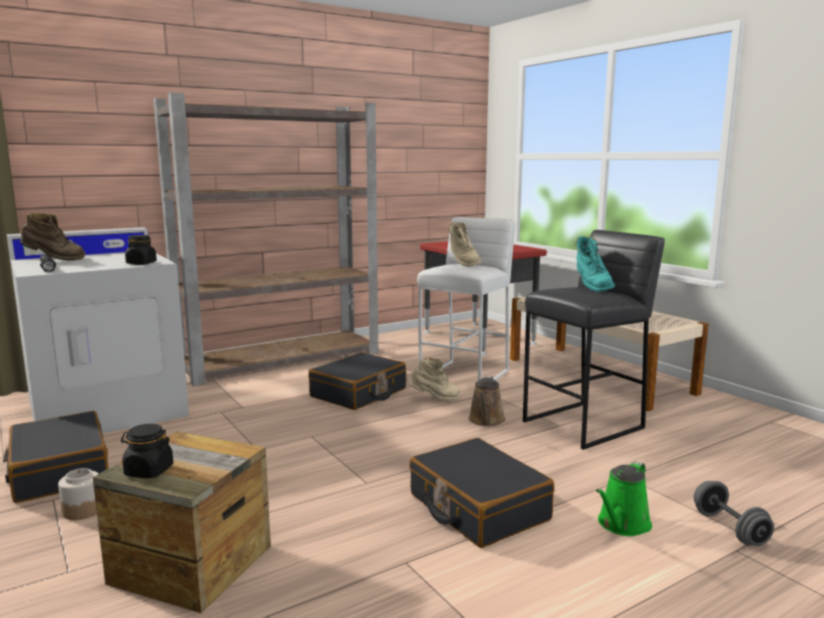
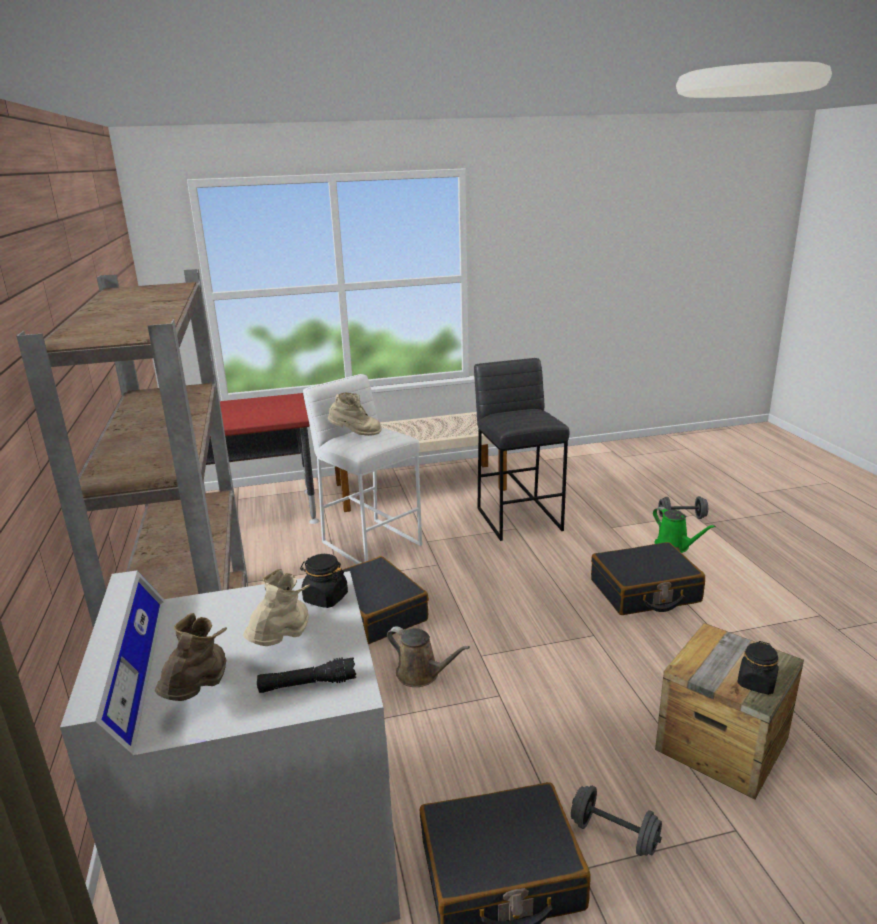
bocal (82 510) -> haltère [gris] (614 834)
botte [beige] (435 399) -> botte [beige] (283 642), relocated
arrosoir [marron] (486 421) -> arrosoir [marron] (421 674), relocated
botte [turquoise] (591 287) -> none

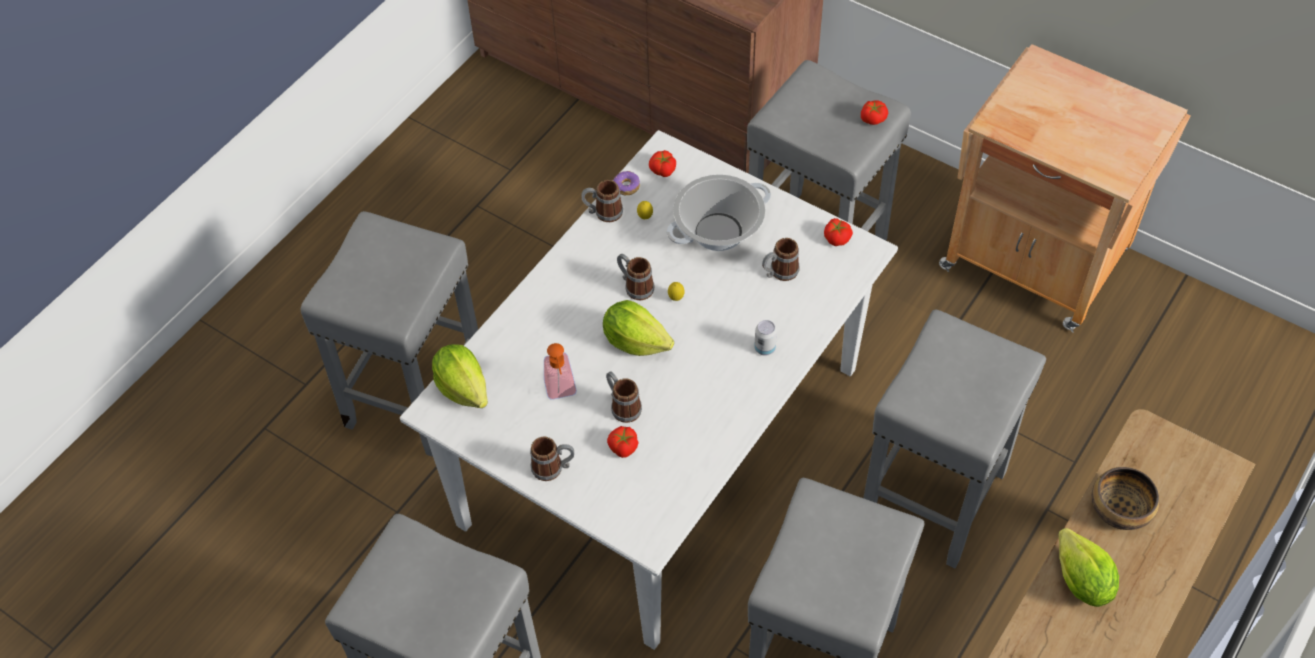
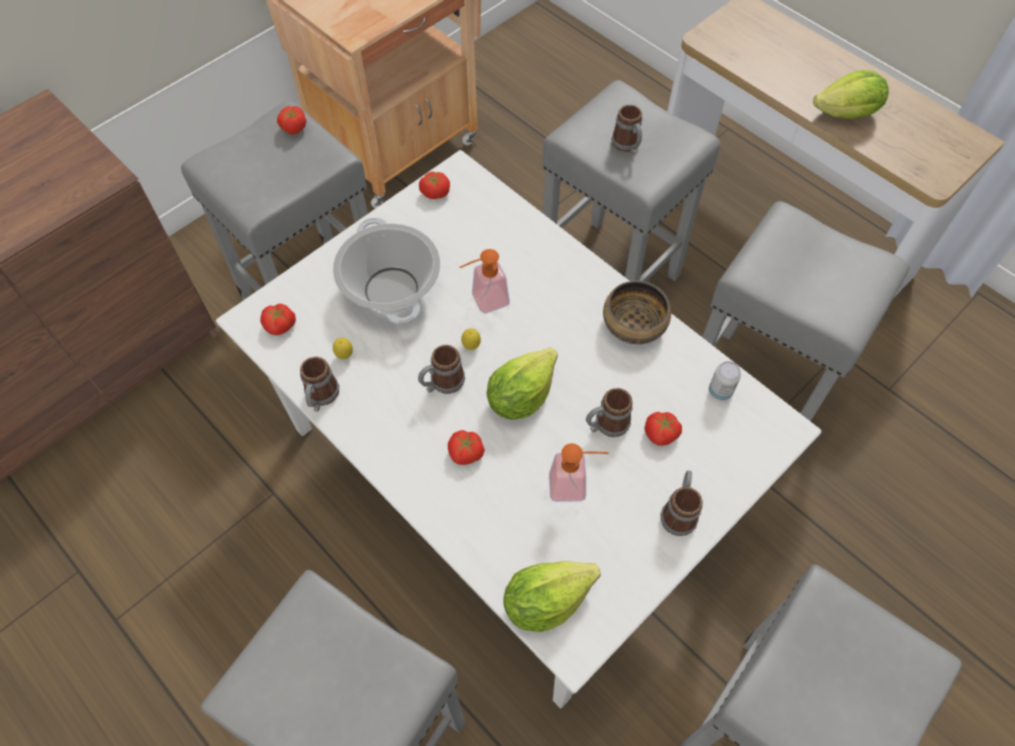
beignet (626 186) -> none
boîte métallique (764 348) -> boîte métallique (720 391), relocated
mug (779 272) -> mug (628 146), relocated
bol (1119 508) -> bol (633 325), relocated
none -> tomate (466 453)
none -> distributeur de savon (484 301)

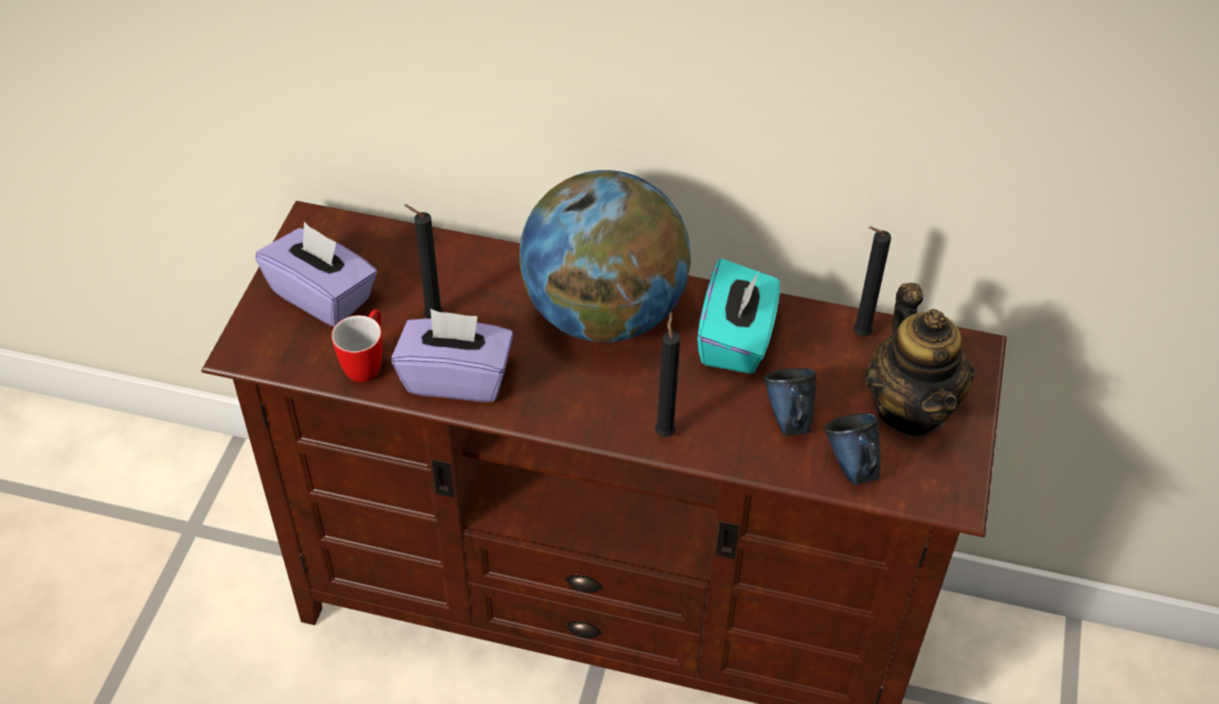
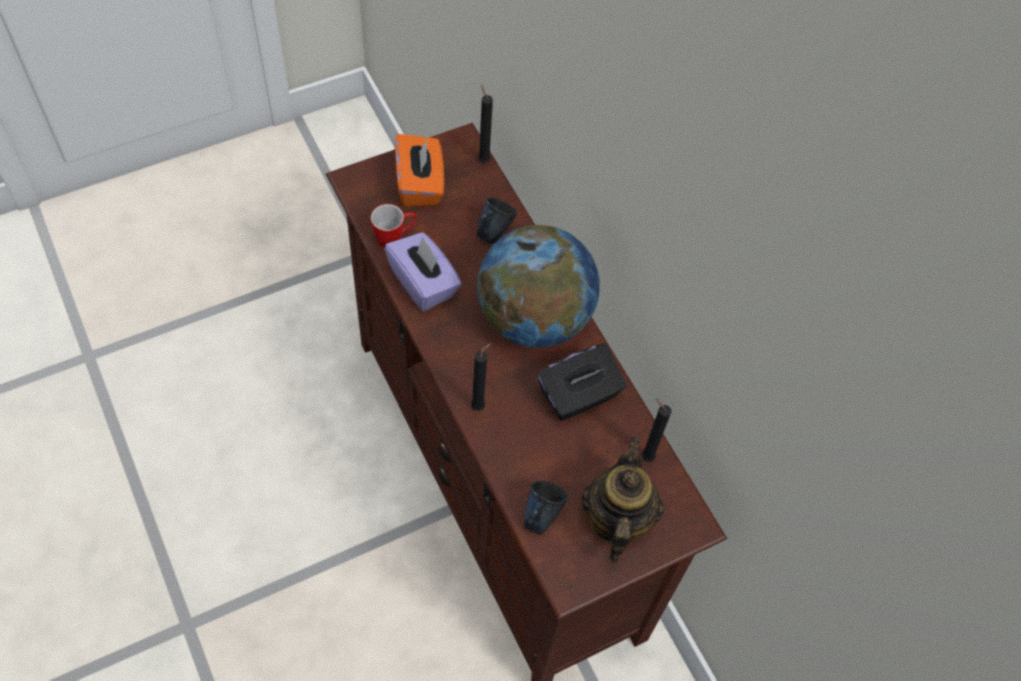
boîte à mouchoirs [violet] (323 295) -> boîte à mouchoirs [orange] (420 184)
bougie [noir] (430 316) -> bougie [noir] (482 159), relocated
boîte à mouchoirs [turquoise] (736 340) -> boîte à mouchoirs [noir] (579 396)
mug [bleu] (788 421) -> mug [bleu] (493 233), relocated
théière (911 407) -> théière (616 520), 150 degrees clockwise

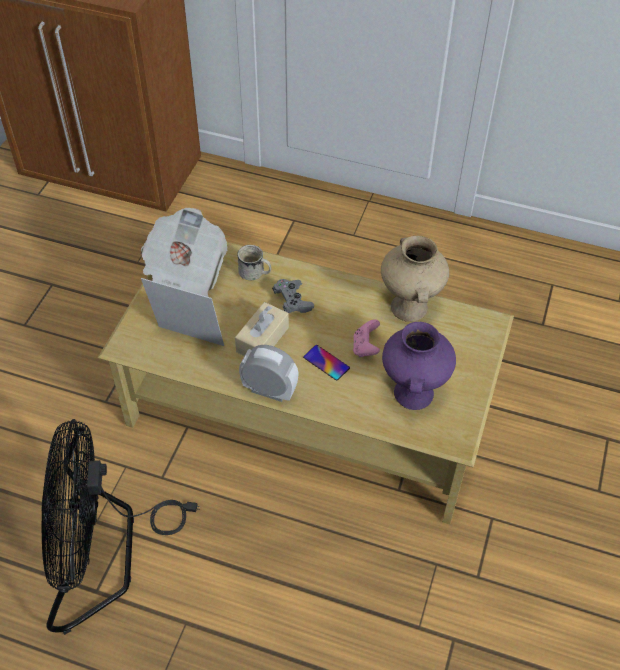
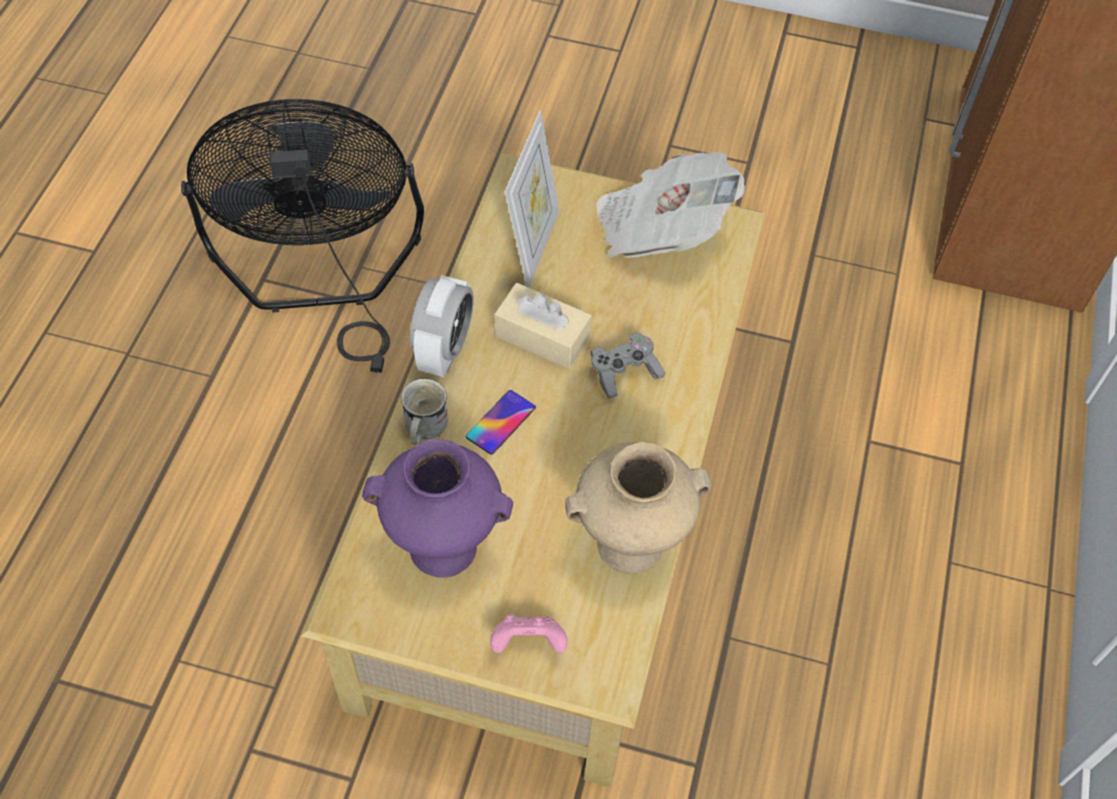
mug [blanc] (255 274) -> mug [blanc] (423 429), relocated
manette [rose] (365 347) -> manette [rose] (528 643), relocated

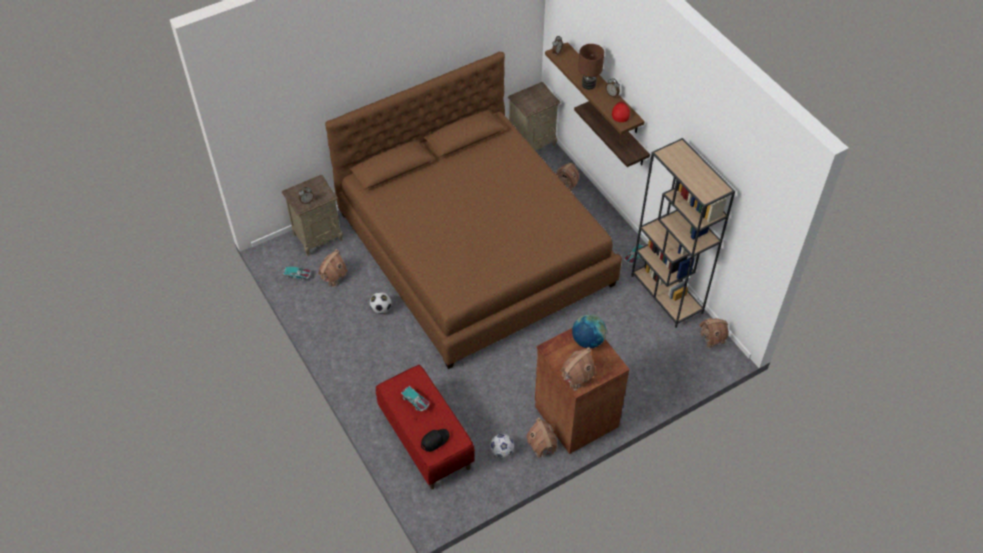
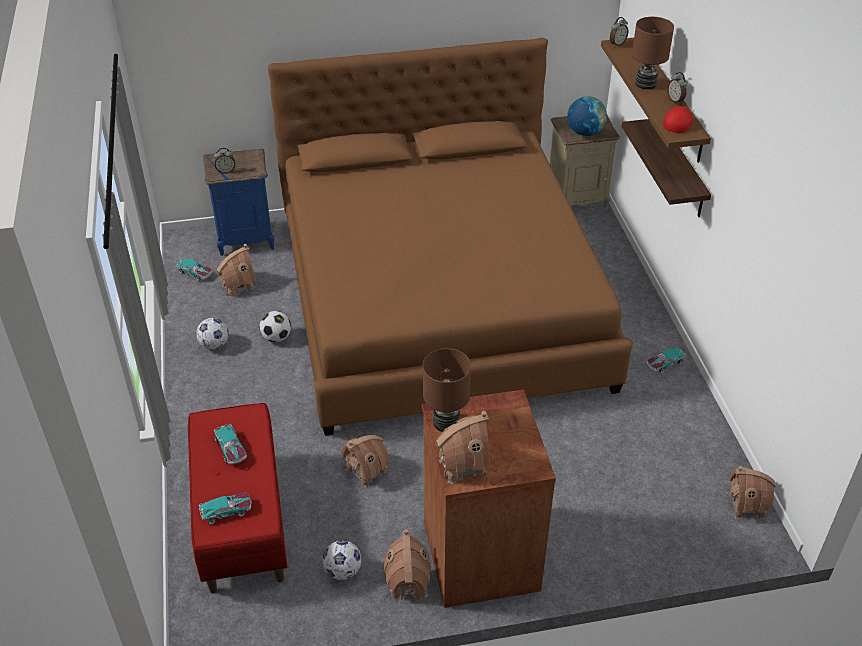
table de chevet [beige] (318 237) -> table de chevet [bleu] (246 239)
casquette [noir] (435 440) -> petite voiture (226 511)
maison miniature (566 184) -> maison miniature (366 470), relocated
globe (588 340) -> globe (585 133), relocated
bibliothèque (667 294) -> none
none -> ballon de foot (214 345)
none -> lampe de table [marron] (446 422)

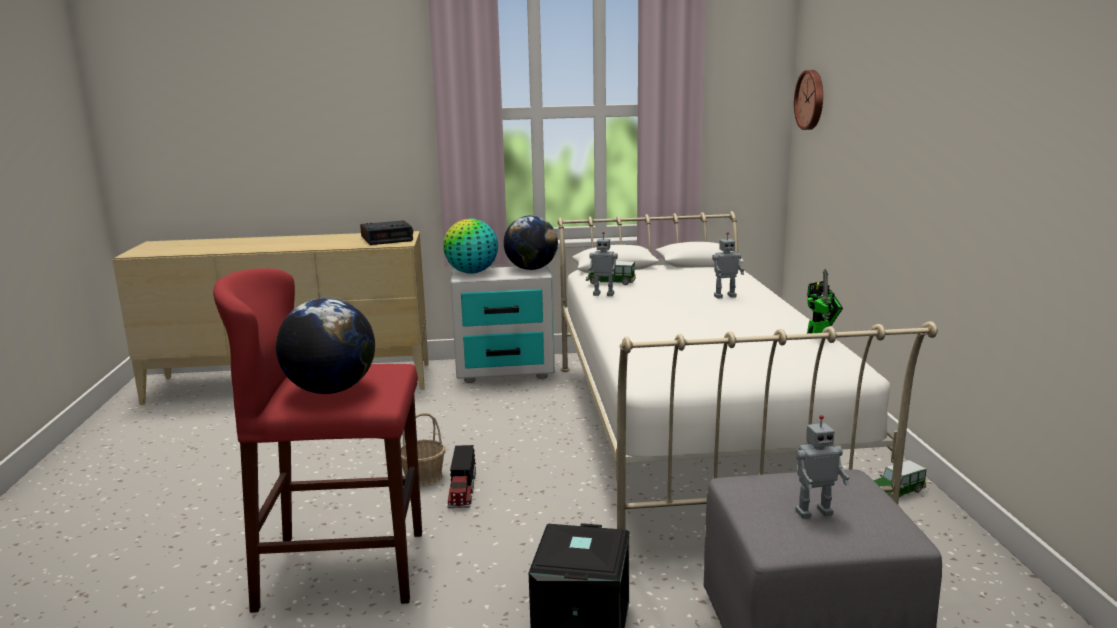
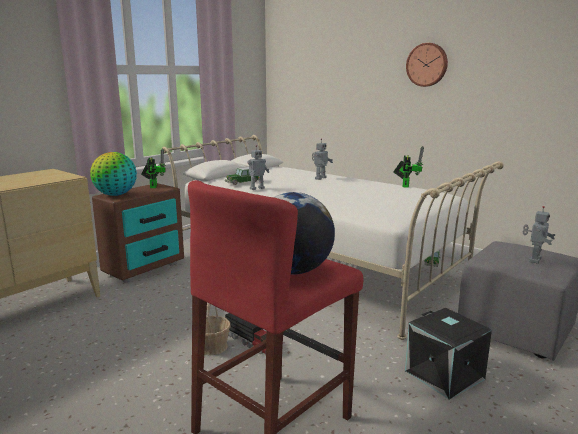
réveil (387 239) -> none
table de chevet [blanc] (505 375) -> table de chevet [marron] (145 270)
globe (531 269) -> robot jouet (154 186)
horloge murale (811 100) -> horloge murale (427 65), relocated

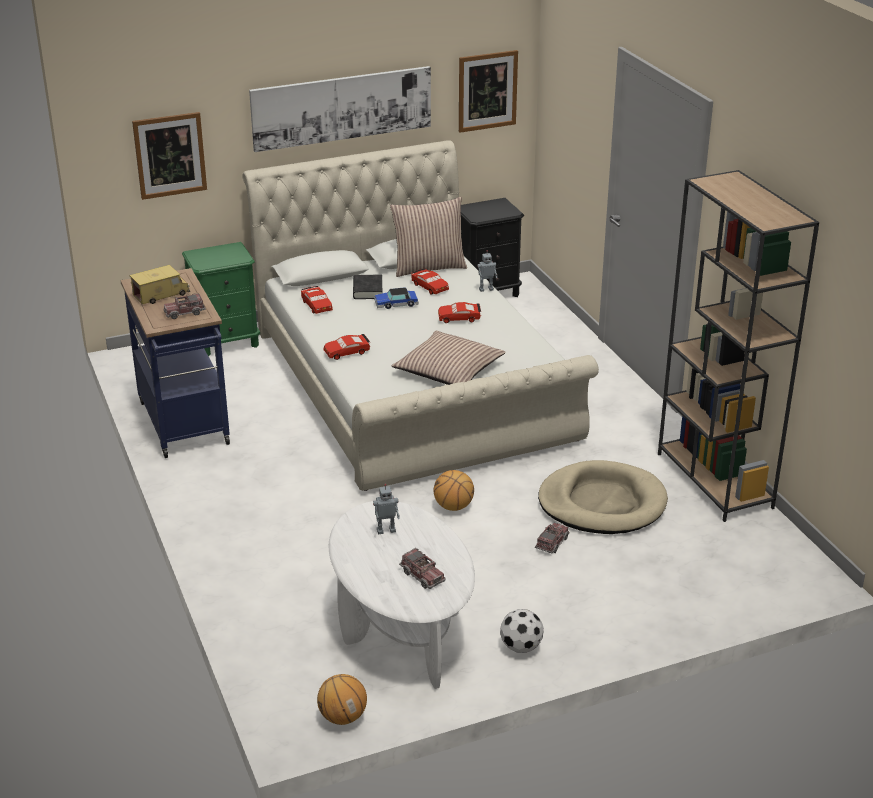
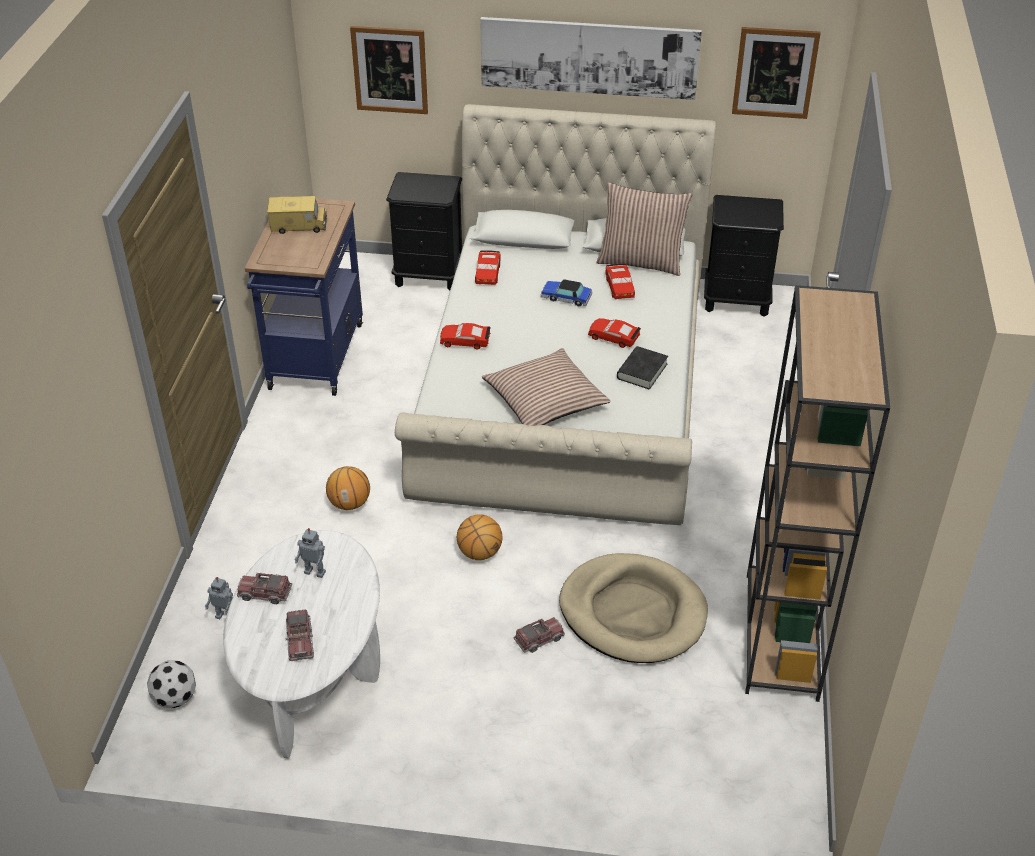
camion jouet (184 313) -> camion jouet (265 593), relocated
table de chevet [vert] (226 342) -> table de chevet [noir] (429 276)
ballon de basket (342 717) -> ballon de basket (349 503), relocated
livre [noir] (367 290) -> livre [noir] (642 371), relocated
robot jouet (486 289) -> robot jouet (226 616), relocated
ballon de foot (520 647) -> ballon de foot (175 698), relocated

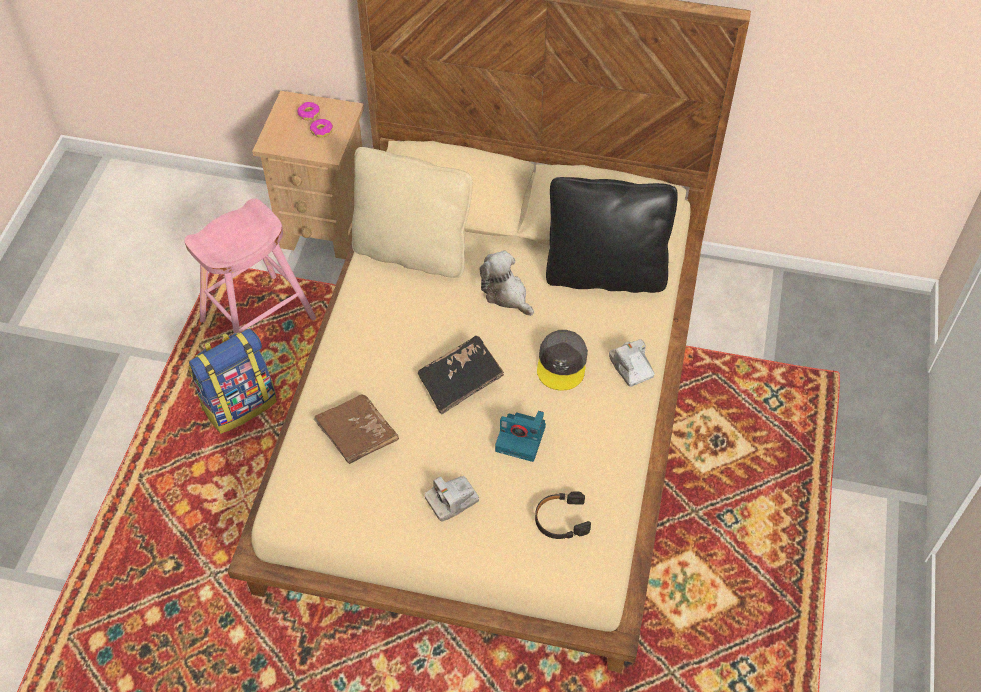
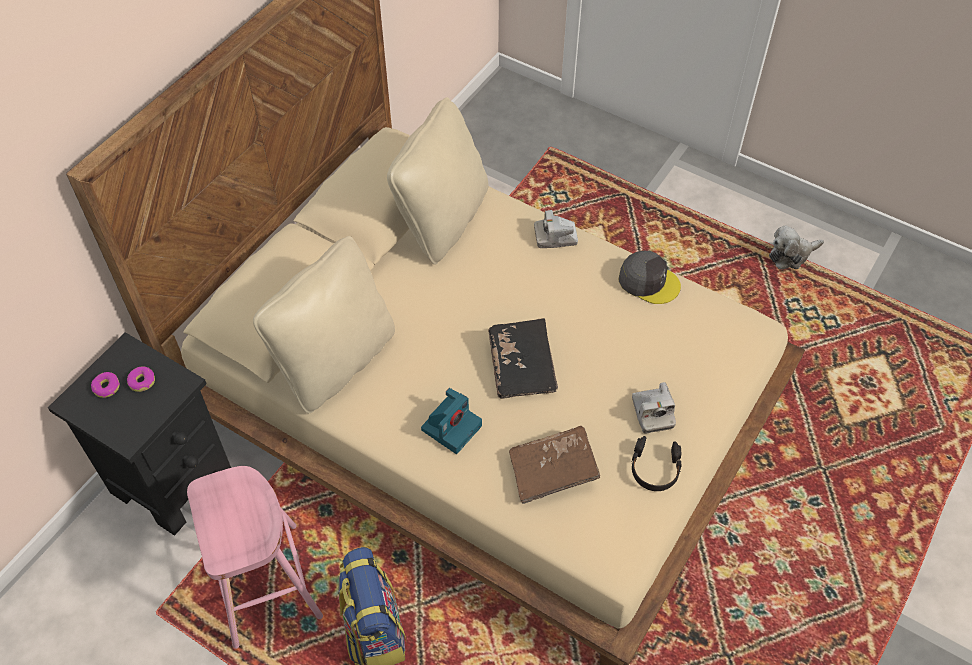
table de chevet [beige] (326 228) -> table de chevet [noir] (174 481)
peluche (506 294) -> peluche (791 255), relocated
appareil photo (522 438) -> appareil photo (452 426), relocated
casque audio [noir] (561 519) -> casque audio [noir] (655 469), relocated
casquette [gris] (562 363) -> casquette [gris] (648 281), relocated
coussin [noir] (605 273) -> coussin [beige] (442 220)

